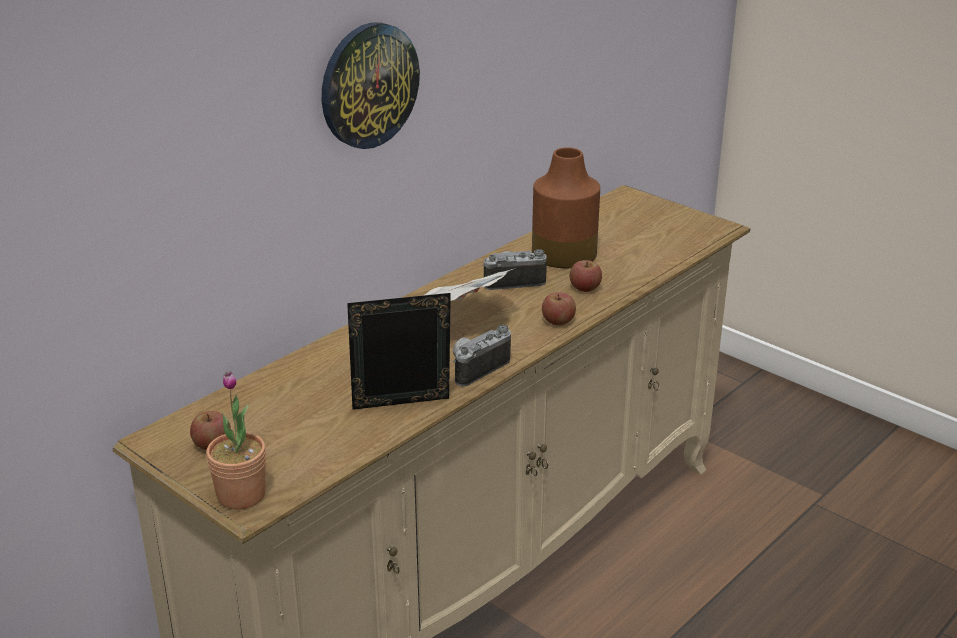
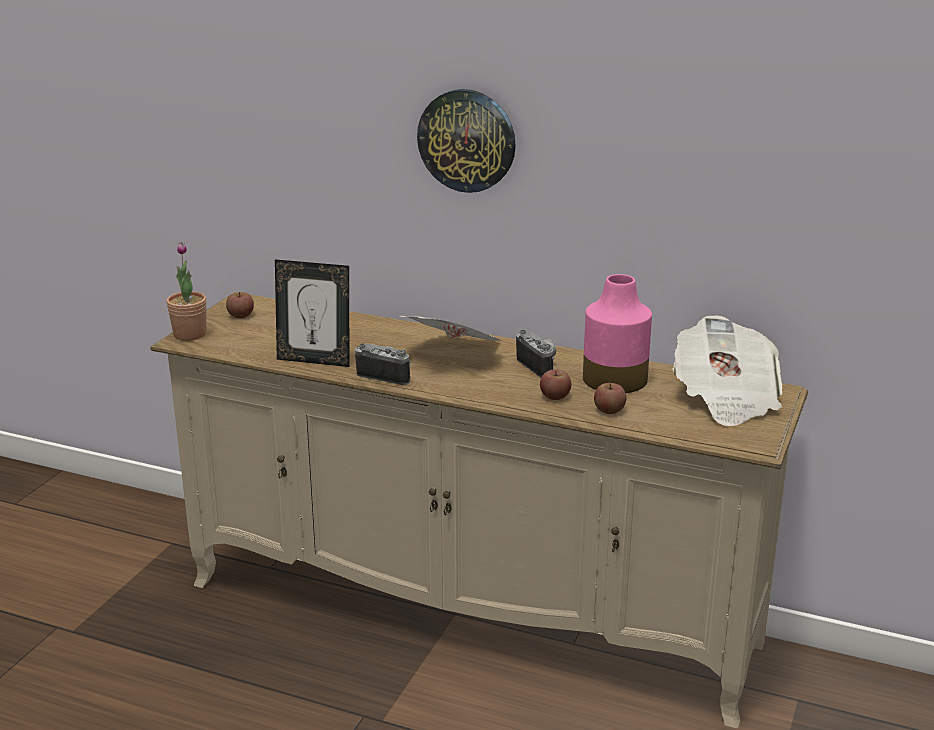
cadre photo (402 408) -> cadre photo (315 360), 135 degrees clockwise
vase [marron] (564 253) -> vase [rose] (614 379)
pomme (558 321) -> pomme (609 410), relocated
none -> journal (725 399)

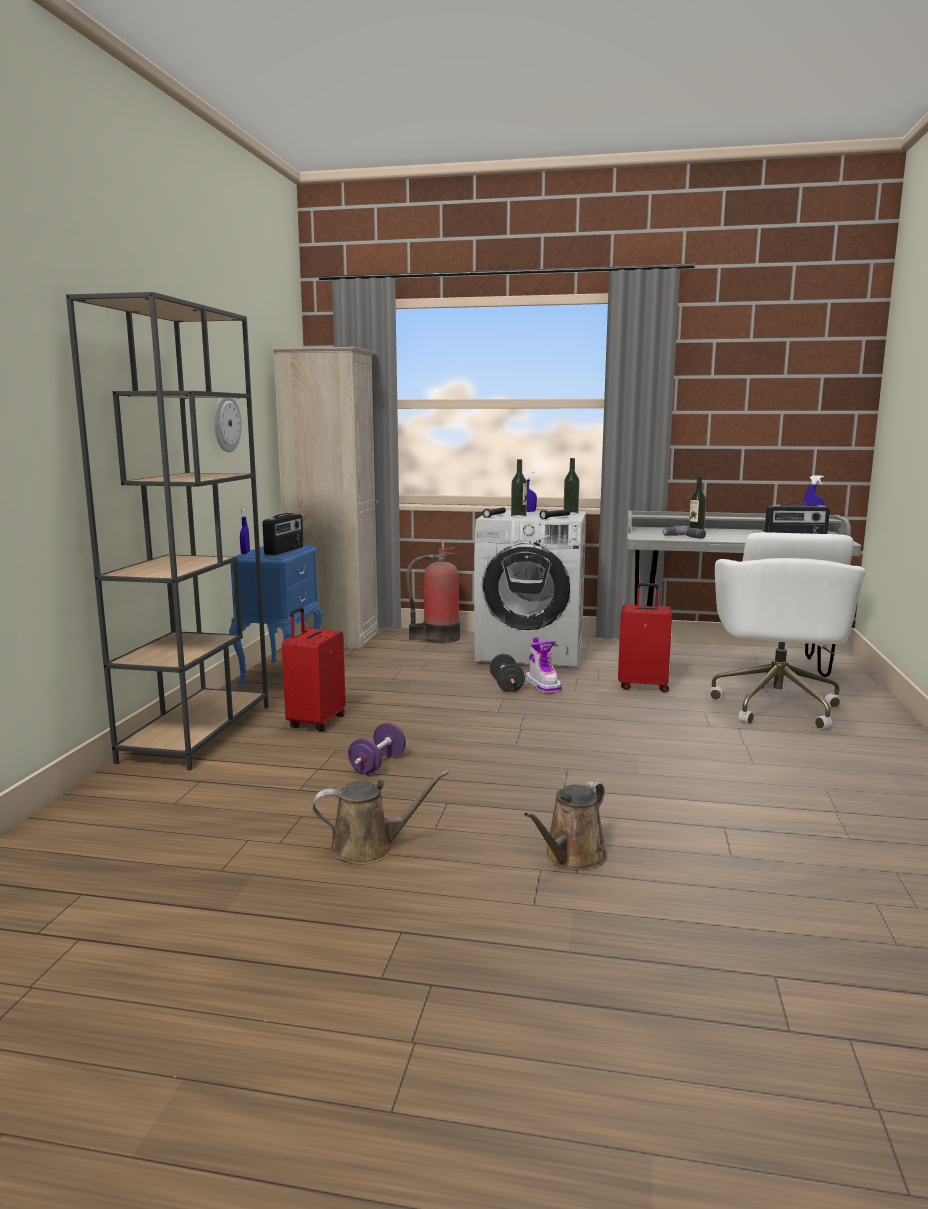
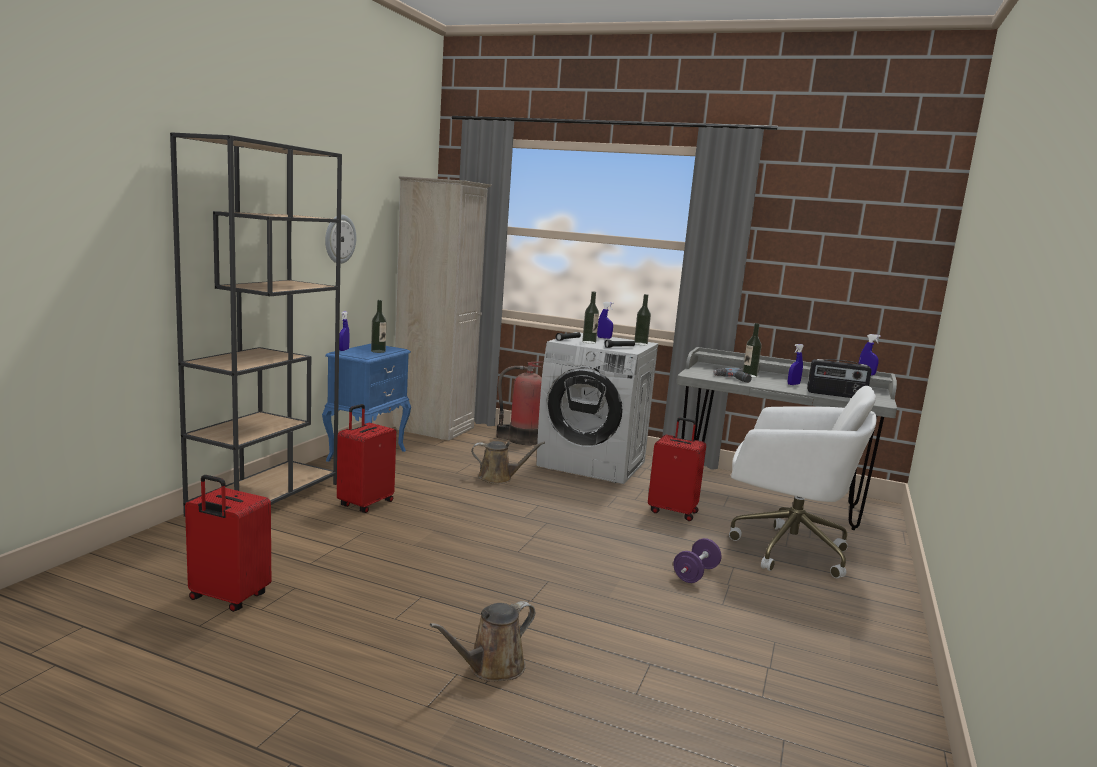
radio (285 551) -> bouteille (378 351)
arrosoir [marron] (369 848) -> arrosoir [marron] (499 478), relocated
haltère [violet] (377 764) -> haltère [violet] (695 574), relocated
haltère [noir] (506 686) -> none
botte (543 685) -> none
chaise de bureau [blanc] (774 706) -> chaise de bureau [blanc] (784 550), 90 degrees counterclockwise
none -> valise [rouge] (228 598)
none -> vaporisateur [bleu] (793 384)

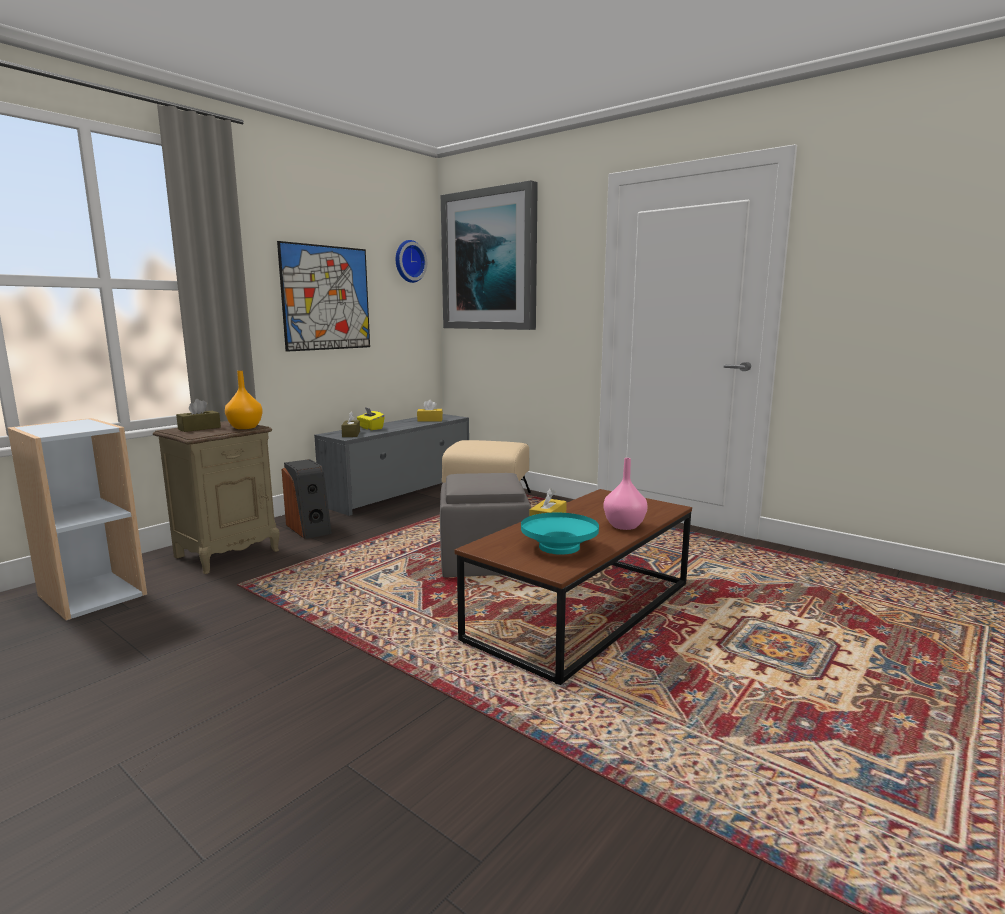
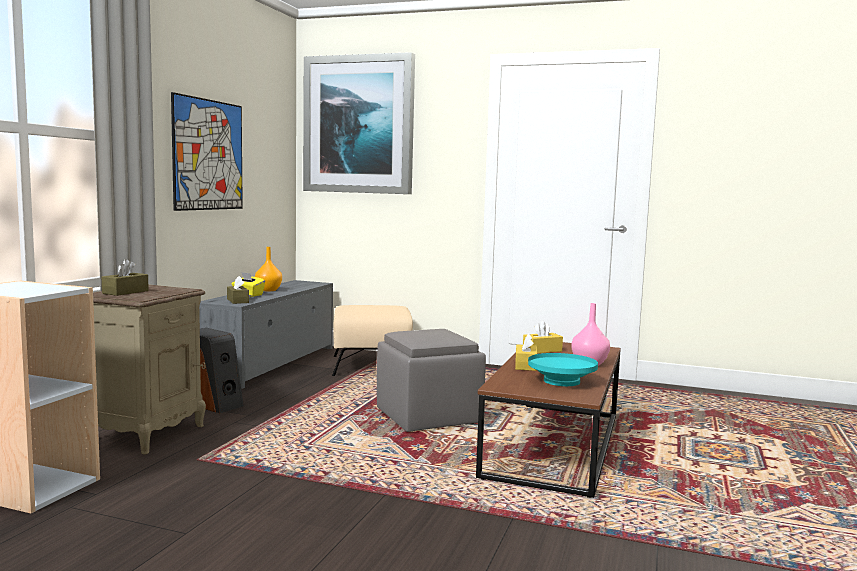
vase [orange] (245 427) -> vase [orange] (268 290), relocated
horloge murale (408 261) -> none
boîte à mouchoirs [jaune] (430 420) -> boîte à mouchoirs [jaune] (542 350), relocated

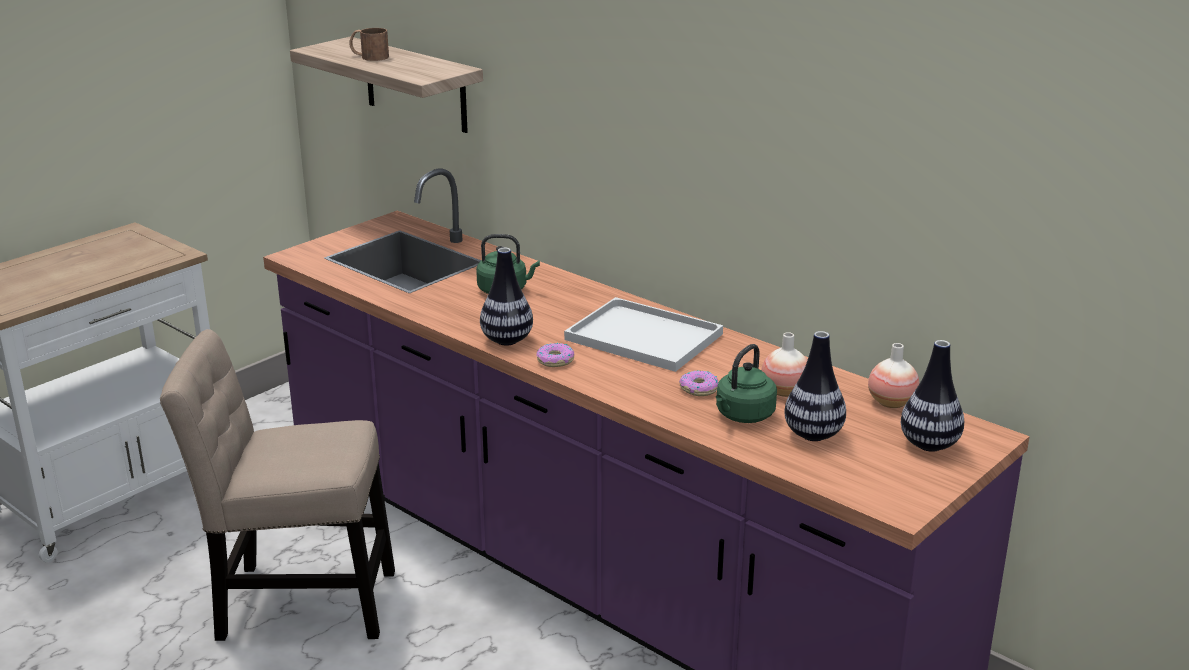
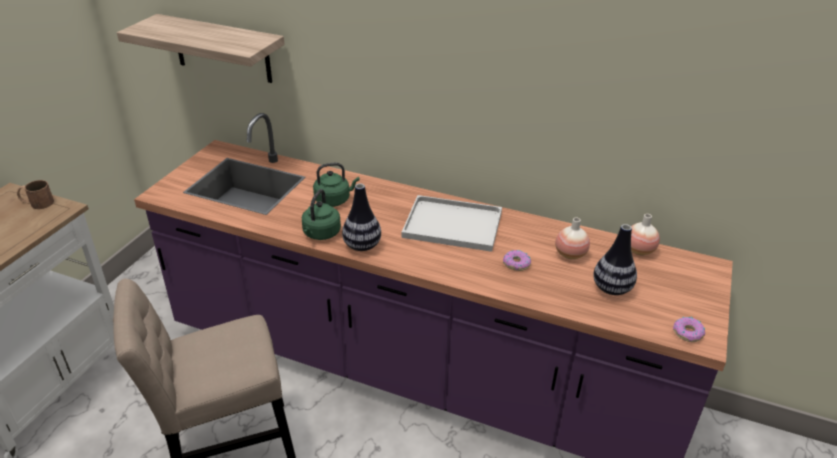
mug [marron] (369 56) -> mug [marron] (37 203), relocated
beignet (555 361) -> beignet (688 333), relocated
bouilloire [vert] (743 416) -> bouilloire [vert] (320 234), relocated
vase (929 445) -> none

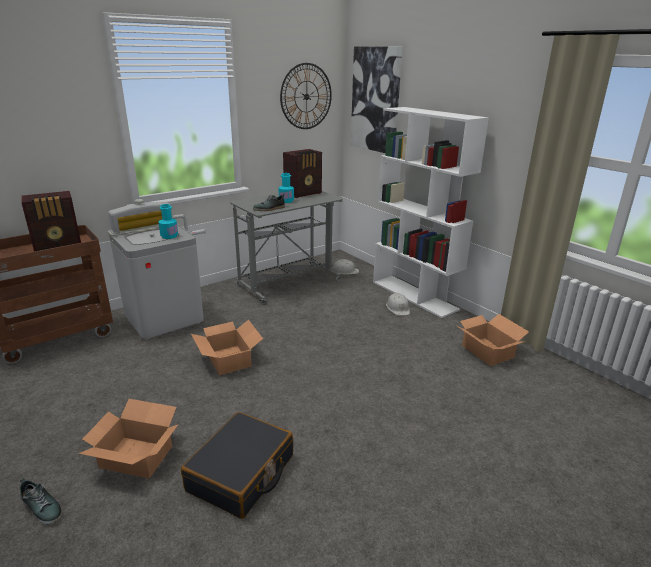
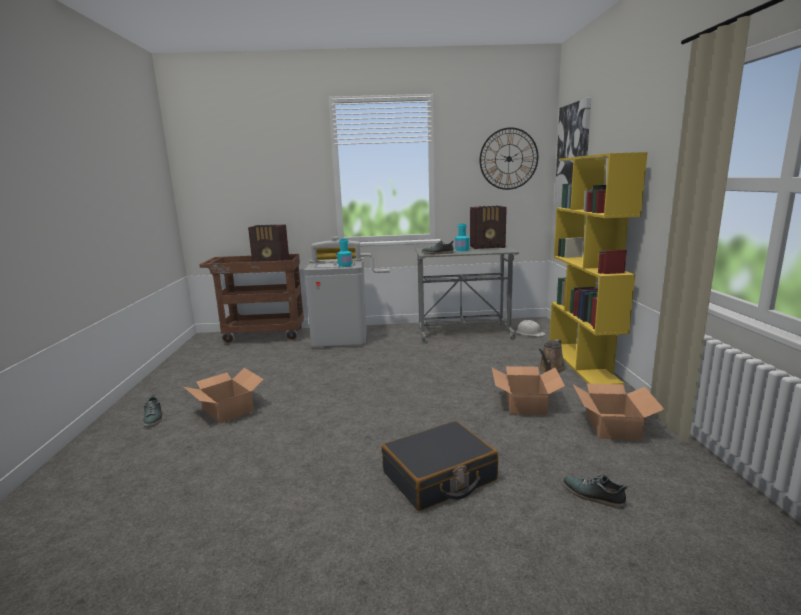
valise [noir] (241 473) -> valise [noir] (439 477), relocated
carton (229 359) -> carton (526 403), relocated
bibliothèque [blanc] (415 295) -> bibliothèque [jaune] (583 363)
casque de chantier [blanc] (398 308) -> arrosoir [marron] (550 369)
none -> chaussure (593 495)

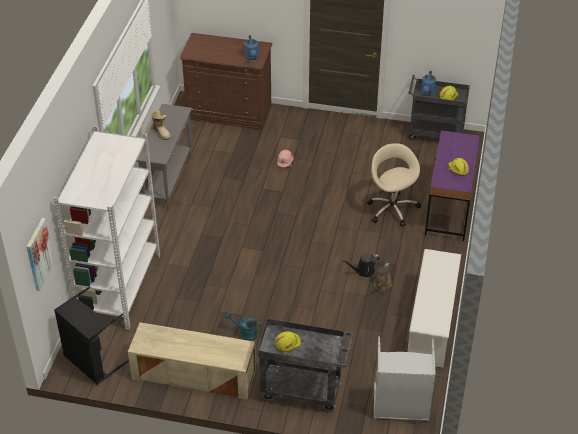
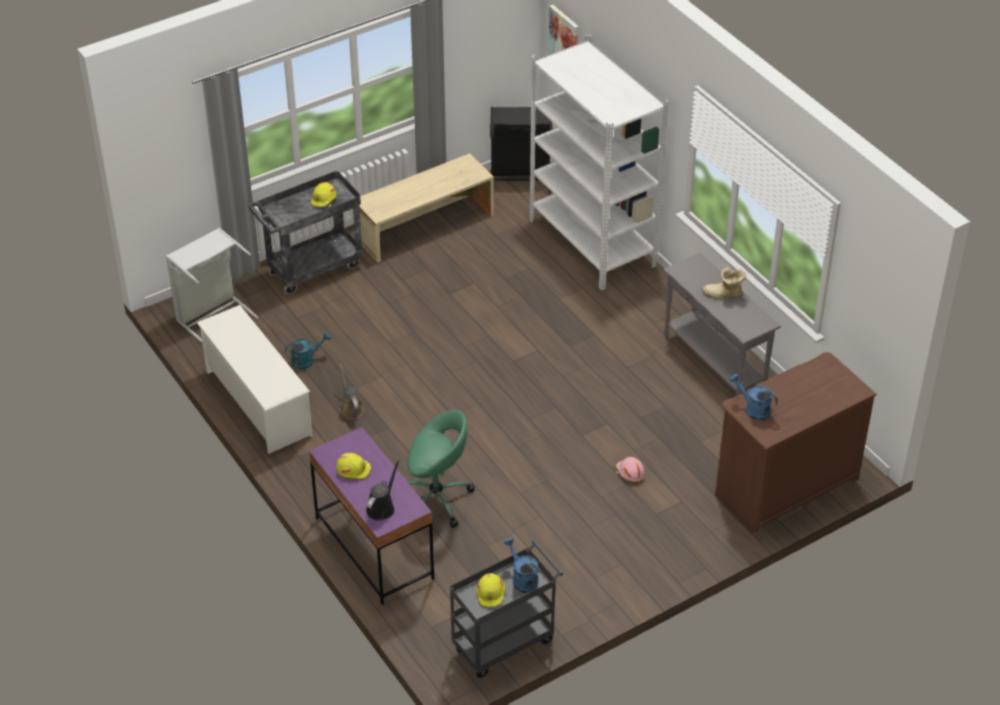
arrosoir [turquoise] (245 333) -> arrosoir [turquoise] (306 360), relocated
arrosoir [noir] (363 271) -> arrosoir [noir] (382 507), relocated
chaise de bureau [beige] (392 209) -> chaise de bureau [vert] (438 500)

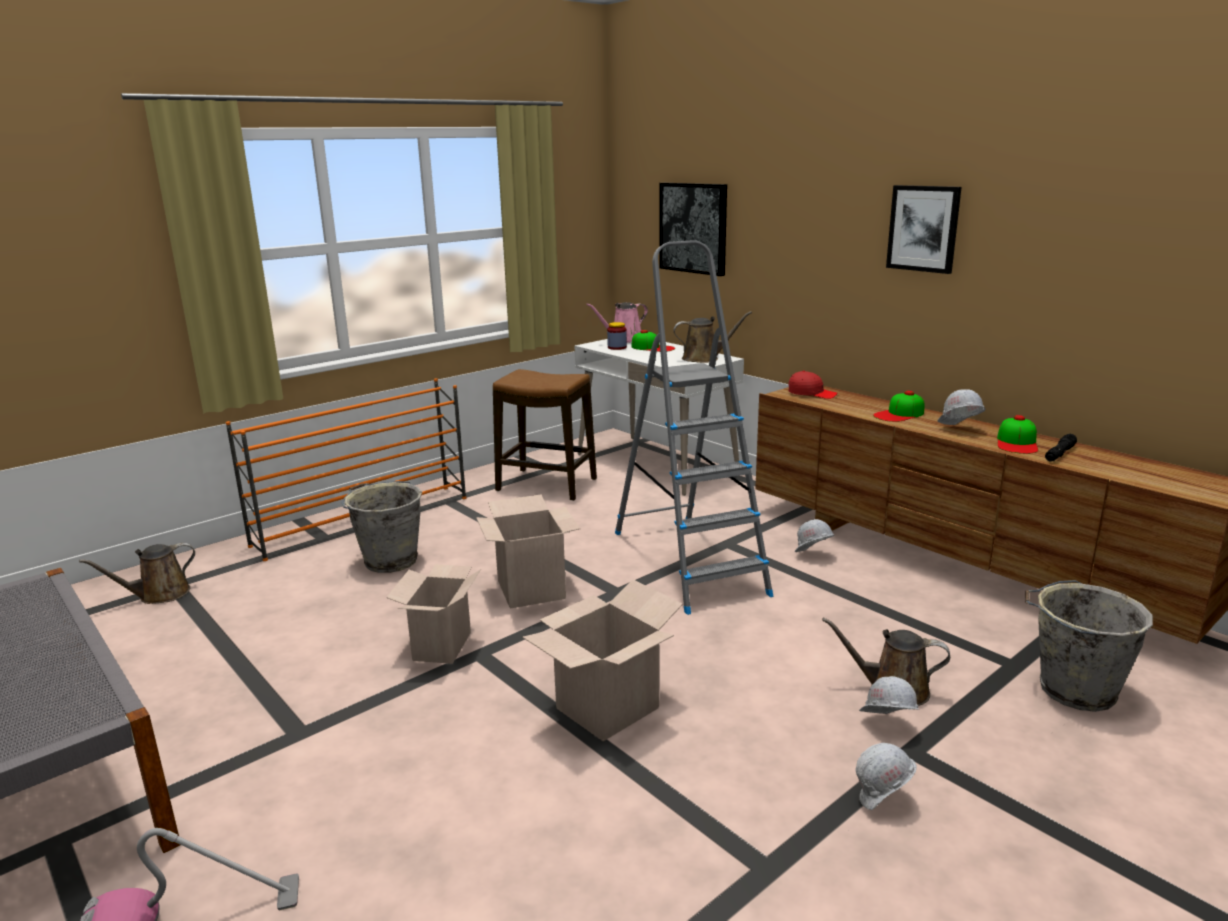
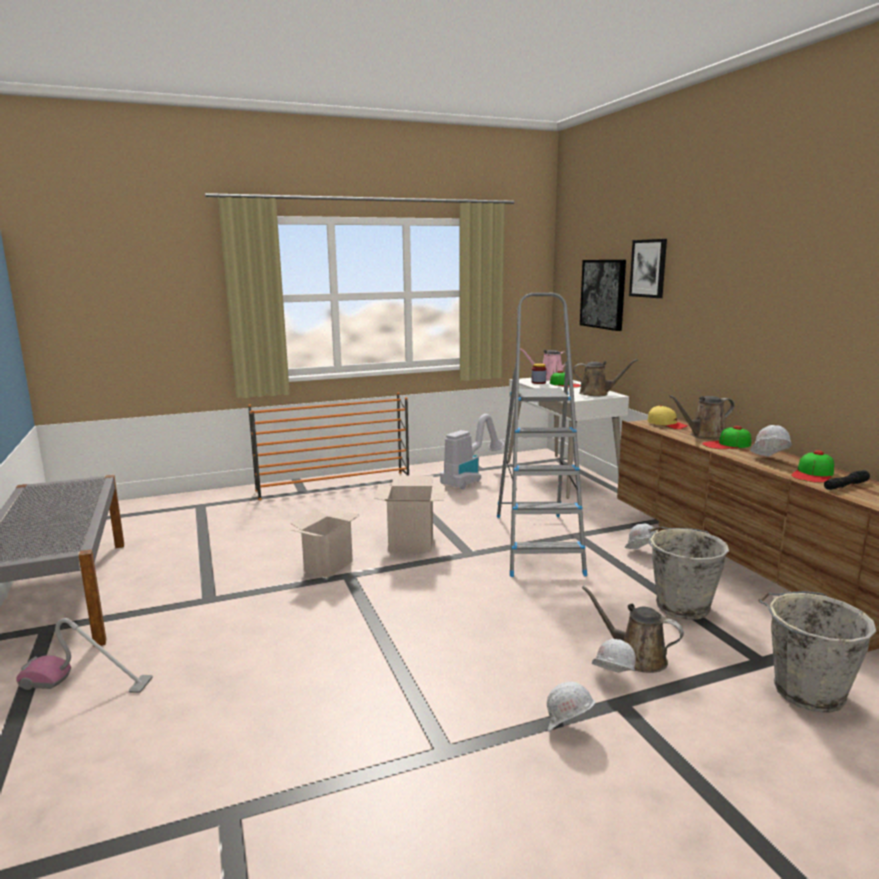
arrosoir [marron] (159 595) -> arrosoir [marron] (704 435), relocated
seau [gris] (389 560) -> seau [gris] (680 605), relocated
tabouret (546 485) -> aspirateur (470 479)
carton (607 708) -> none
casquette [rouge] (811 393) -> casquette [jaune] (666 424)
tableau (923 228) -> tableau (648 268), relocated

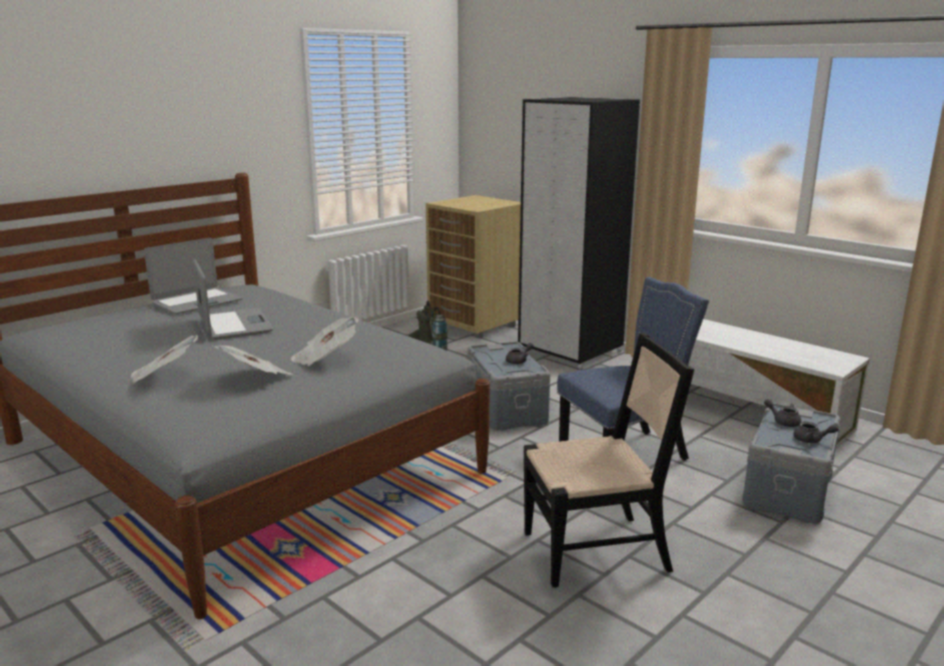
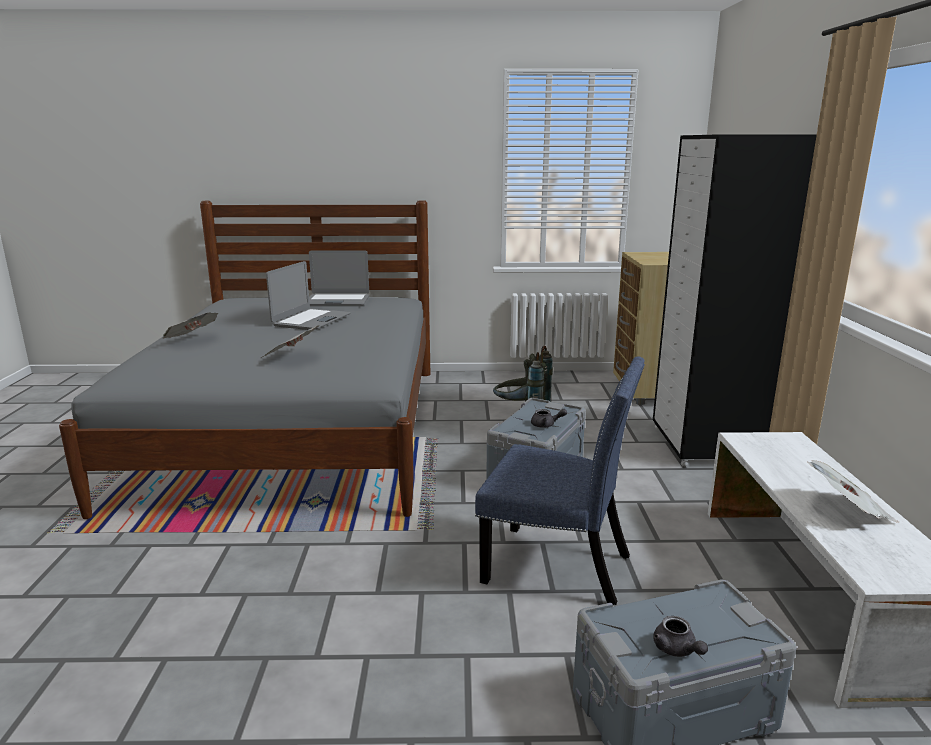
journal (256 378) -> journal (848 511), relocated
chaise (596 551) -> none
théière [gris] (783 421) -> none

